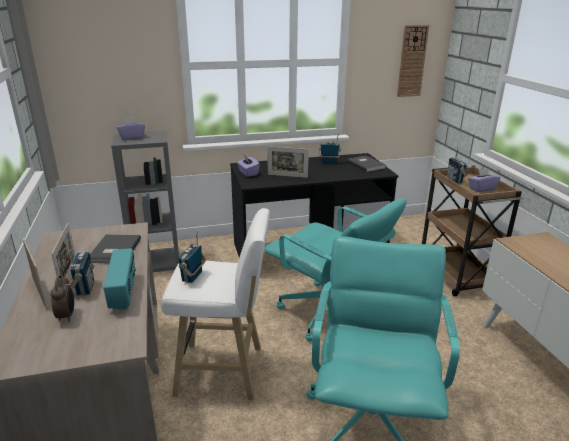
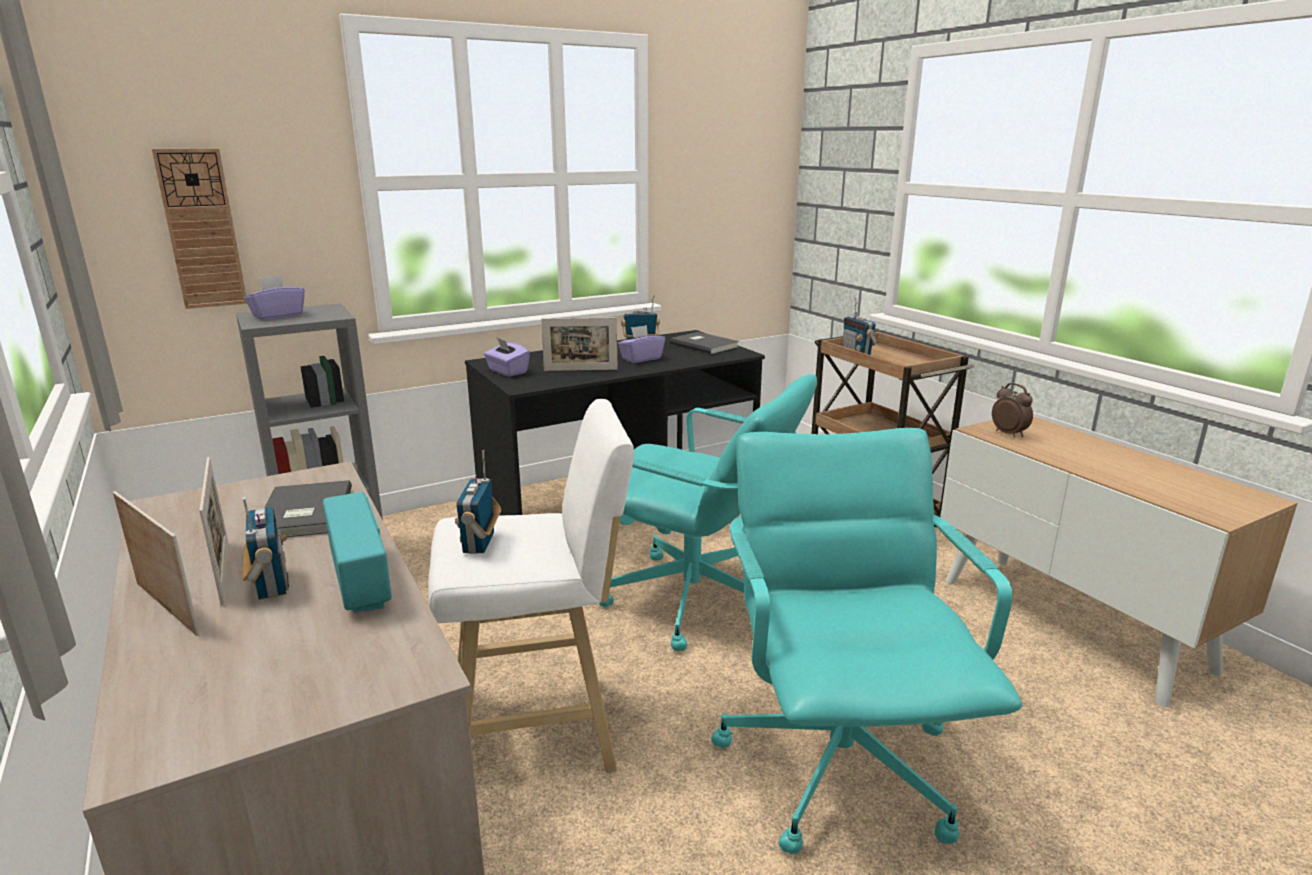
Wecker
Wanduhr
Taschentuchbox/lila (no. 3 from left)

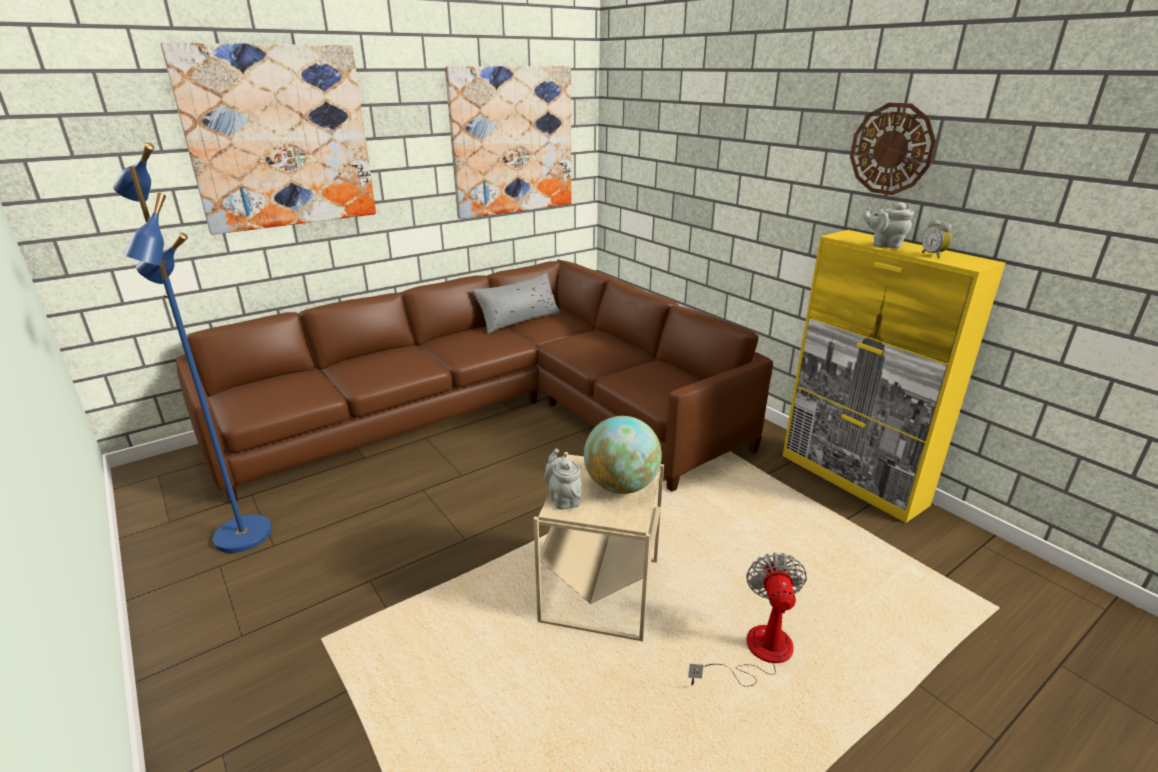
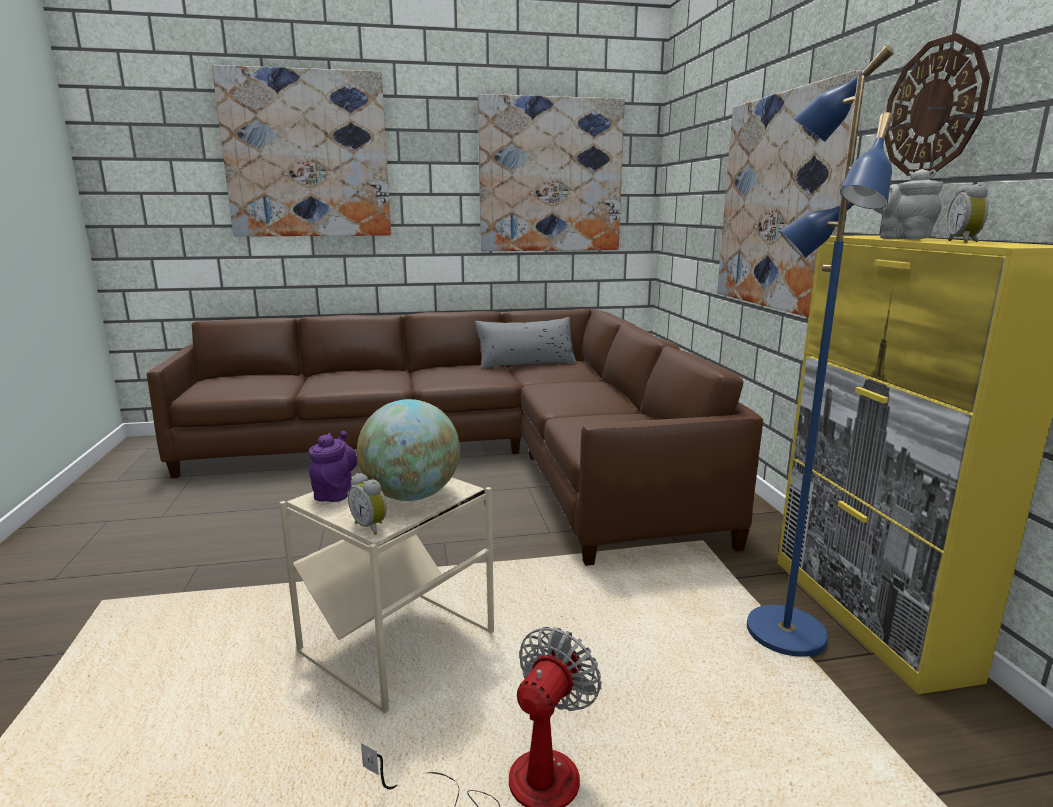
Wecker (no. 1 from left)
Bild (no. 3 from left)
Stehlampe/blau
Teekanne/lila

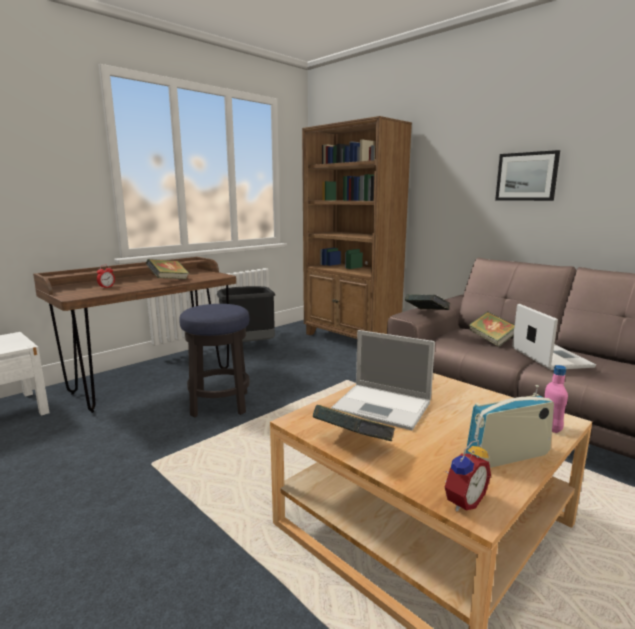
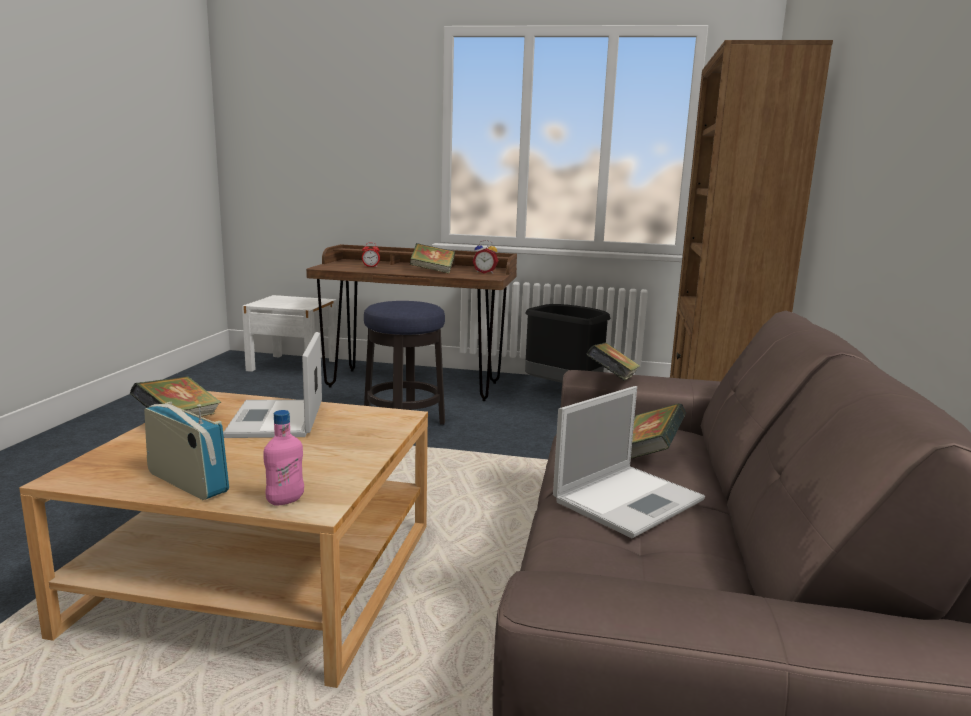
Bild
Wecker (no. 2 from left)

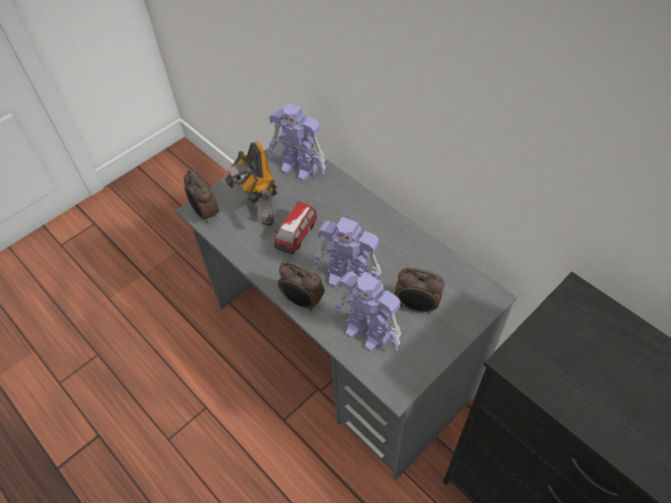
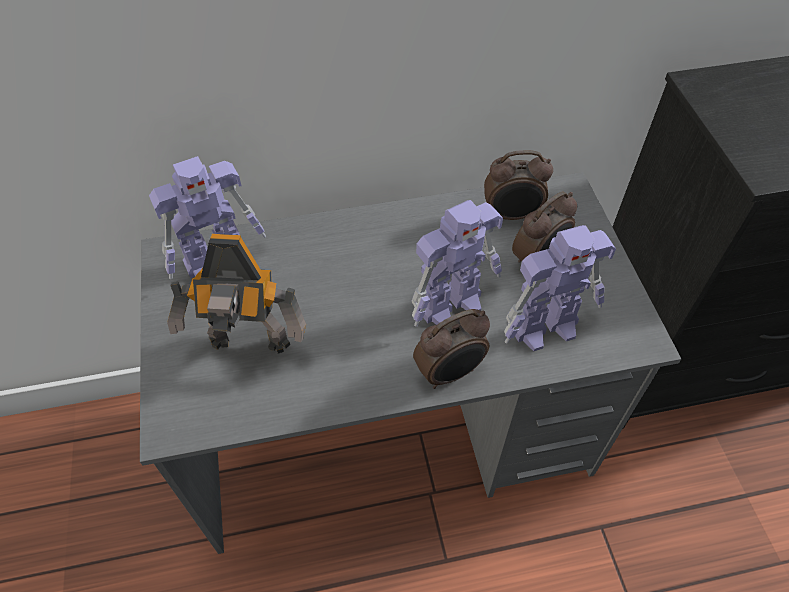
Spielzeugauto
Wecker (no. 2 from left)

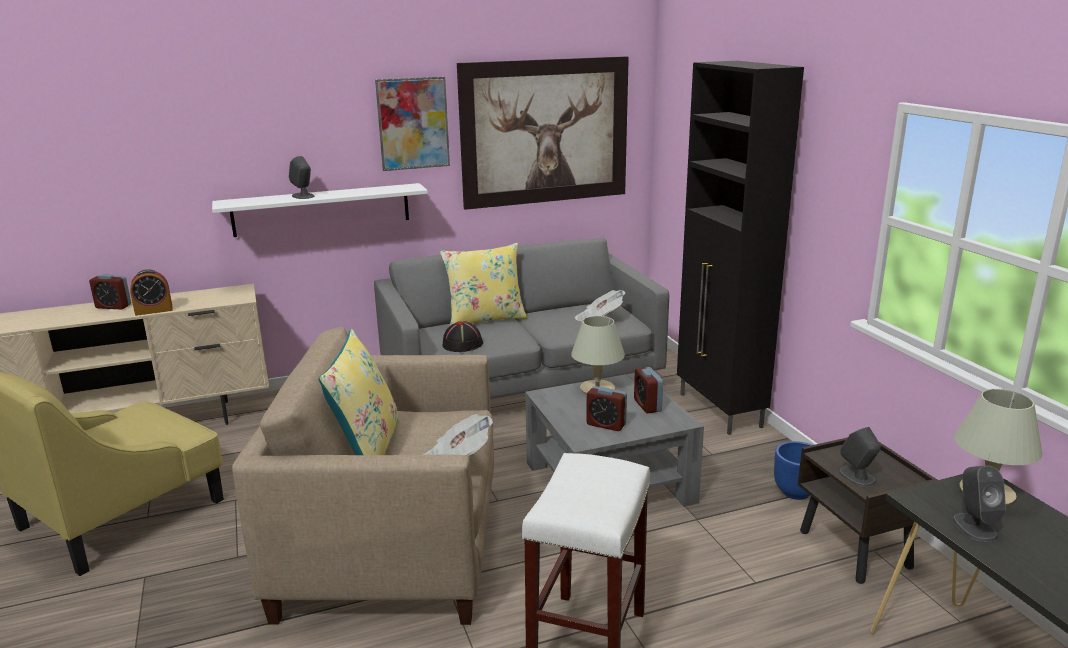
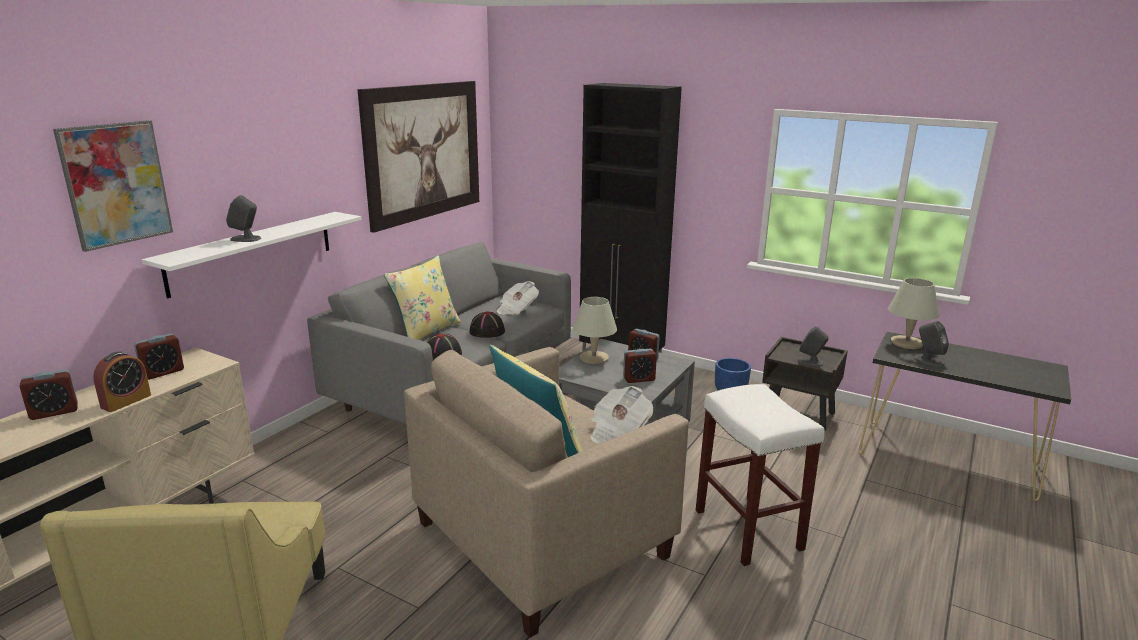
Wecker (no. 3 from left)
Hut/schwarz (no. 2 from left)
Bild (no. 1 from left)

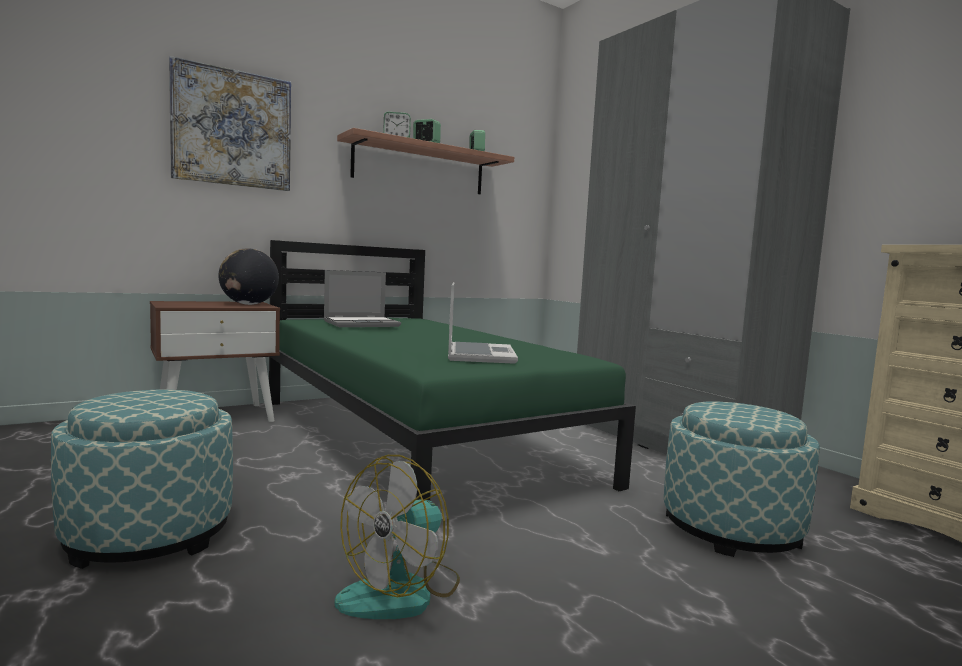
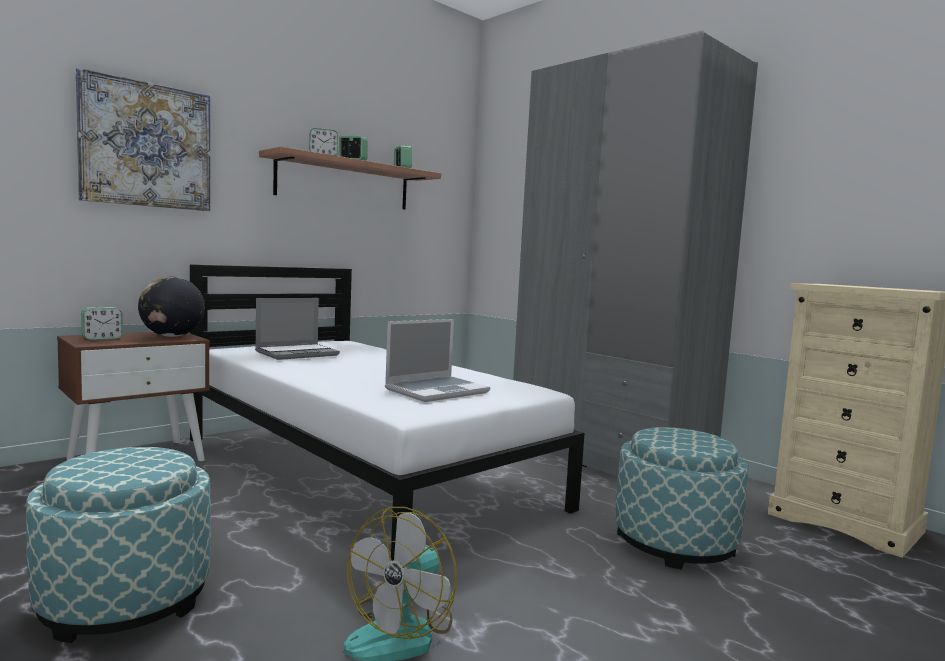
Wecker (no. 1 from left)
Bett/weiß
Laptop (no. 2 from left)

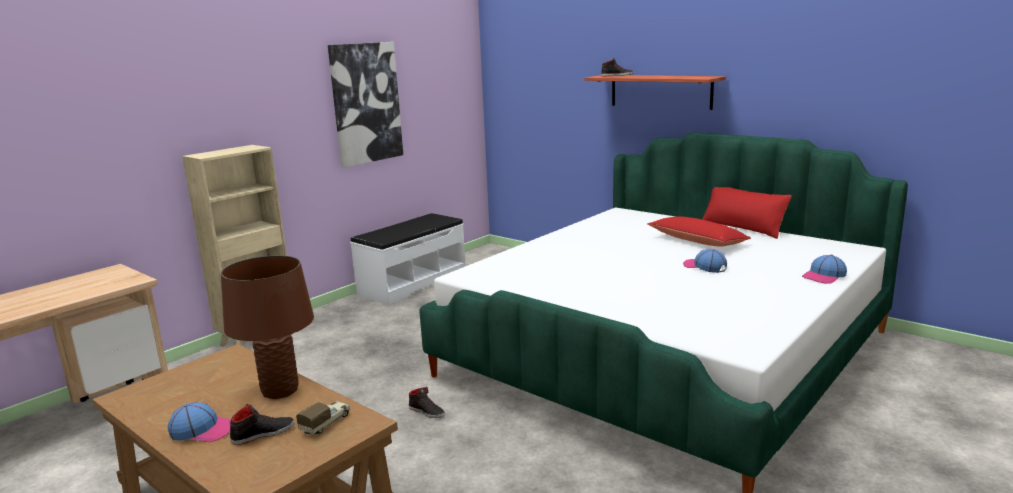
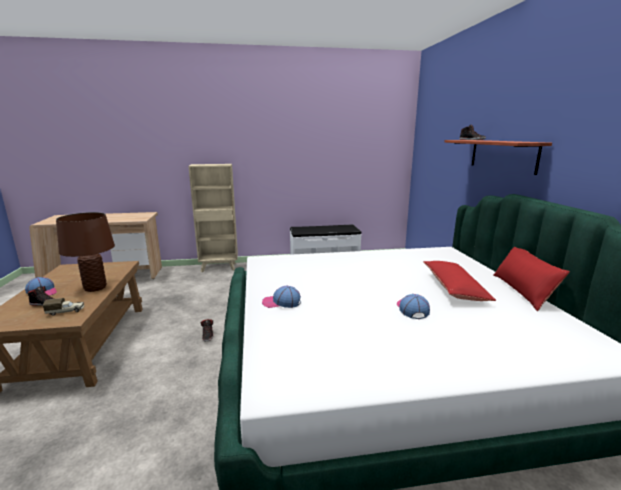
Bild
Kappe (no. 2 from left)

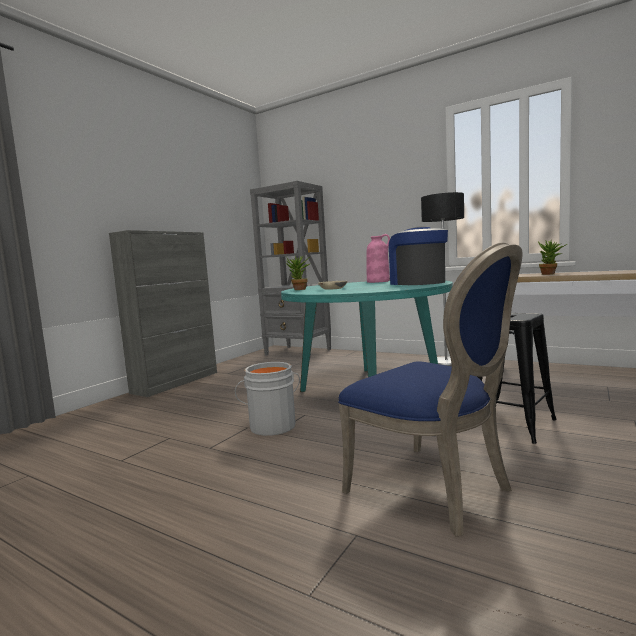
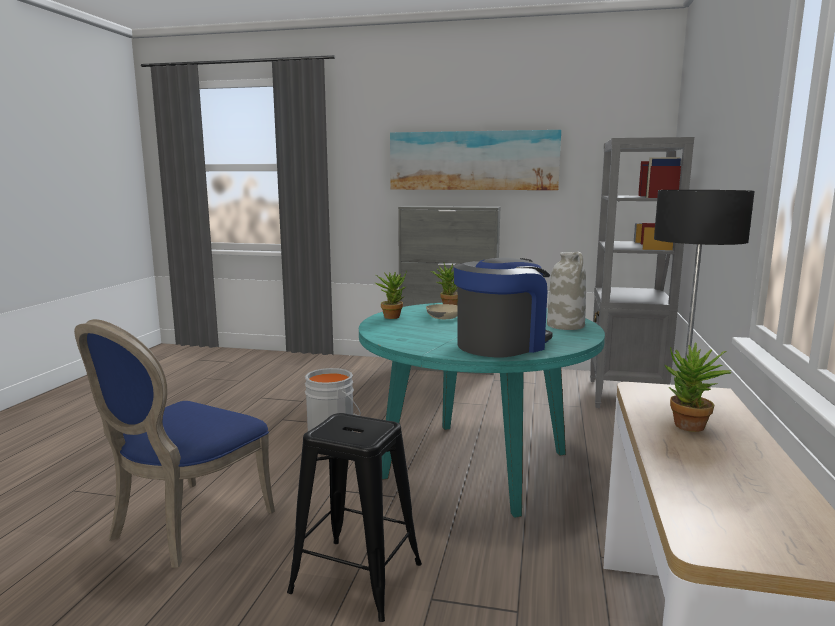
Topfpflanze (no. 1 from left)
Bild
Vase/weiß

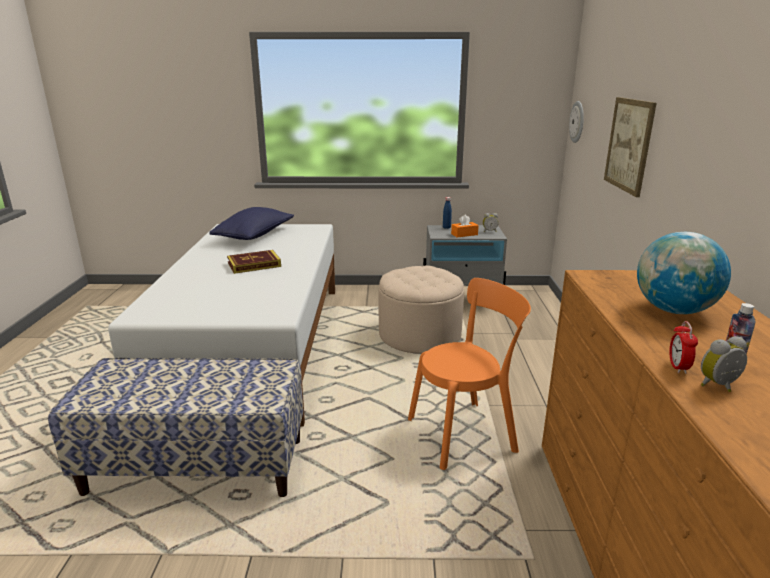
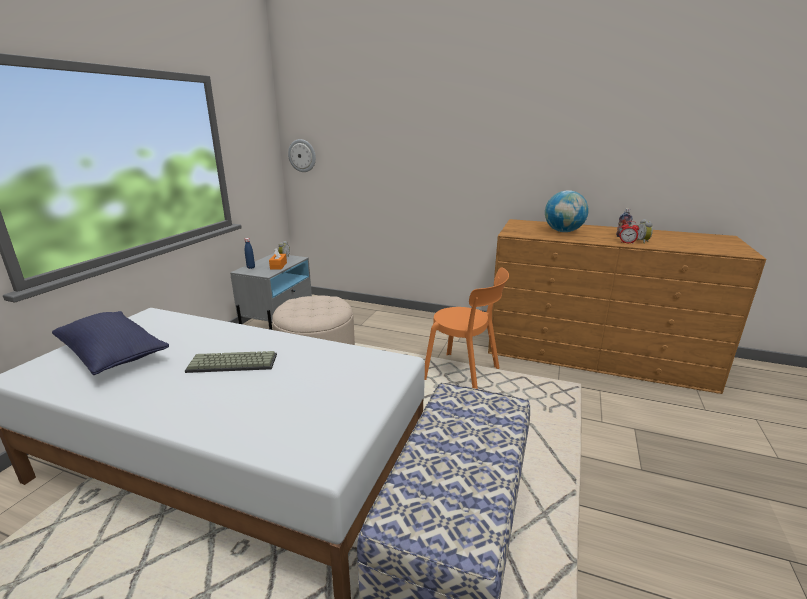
Bild
Tastatur
Stuhl/orange

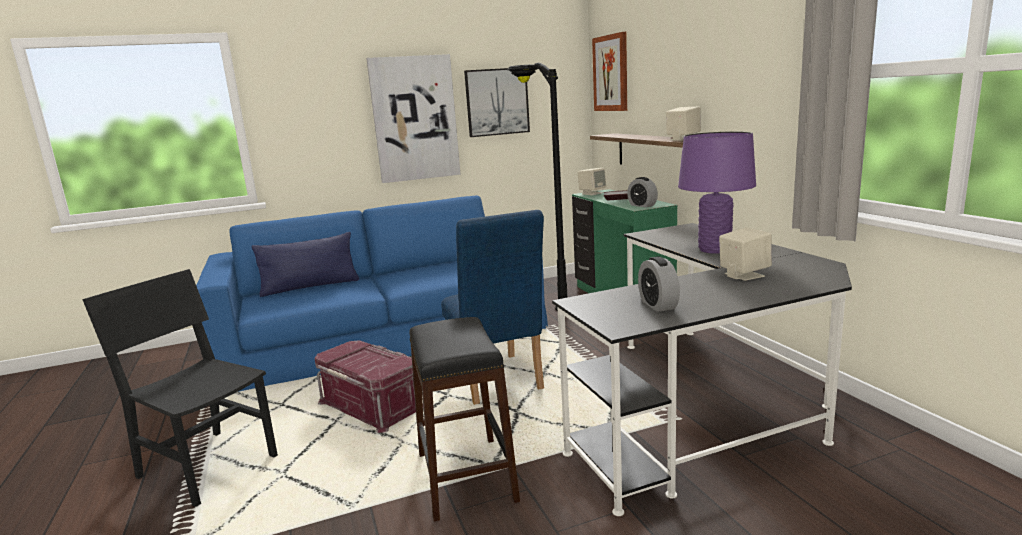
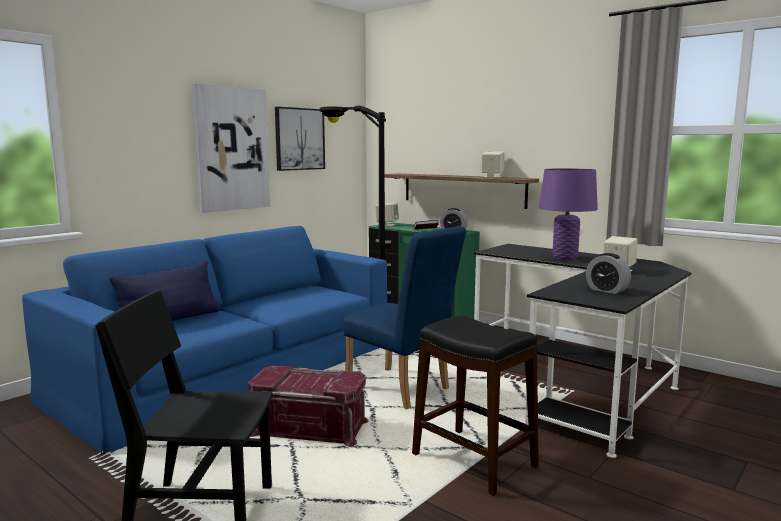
Bild (no. 3 from left in the first image)

